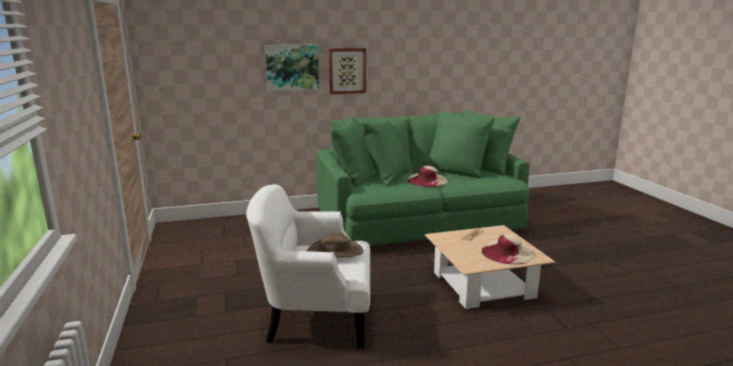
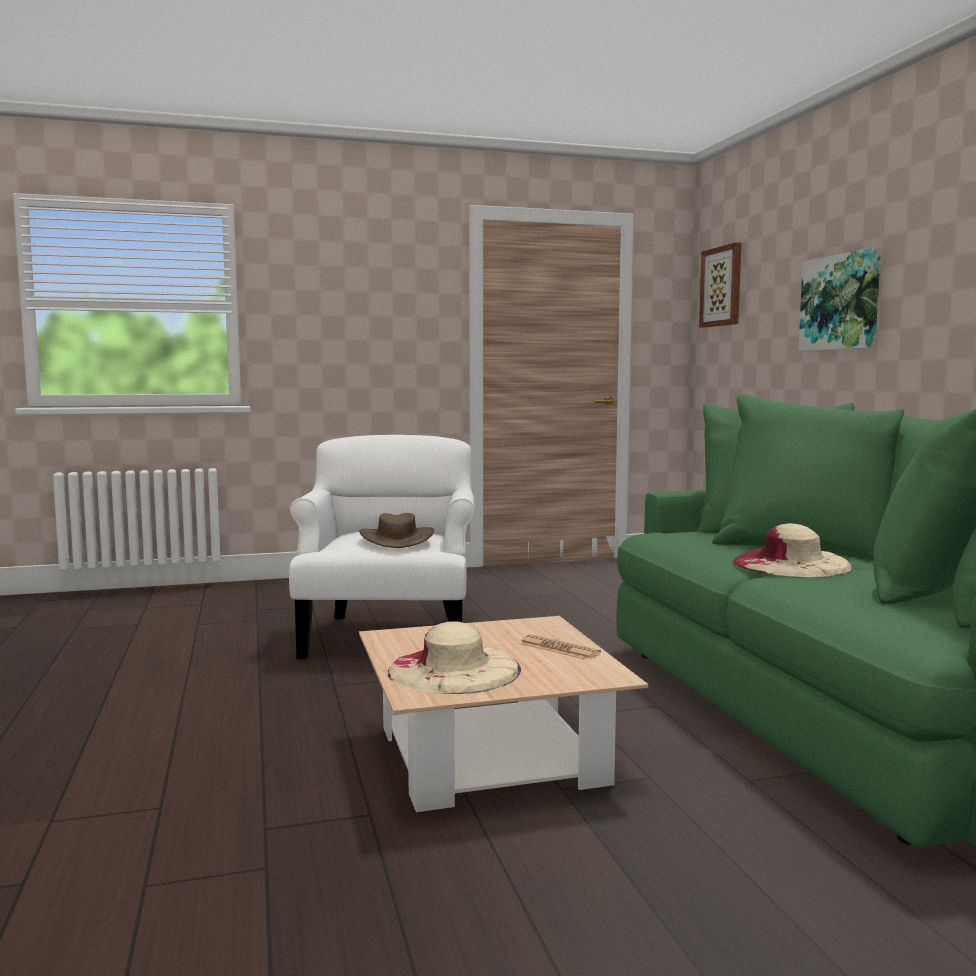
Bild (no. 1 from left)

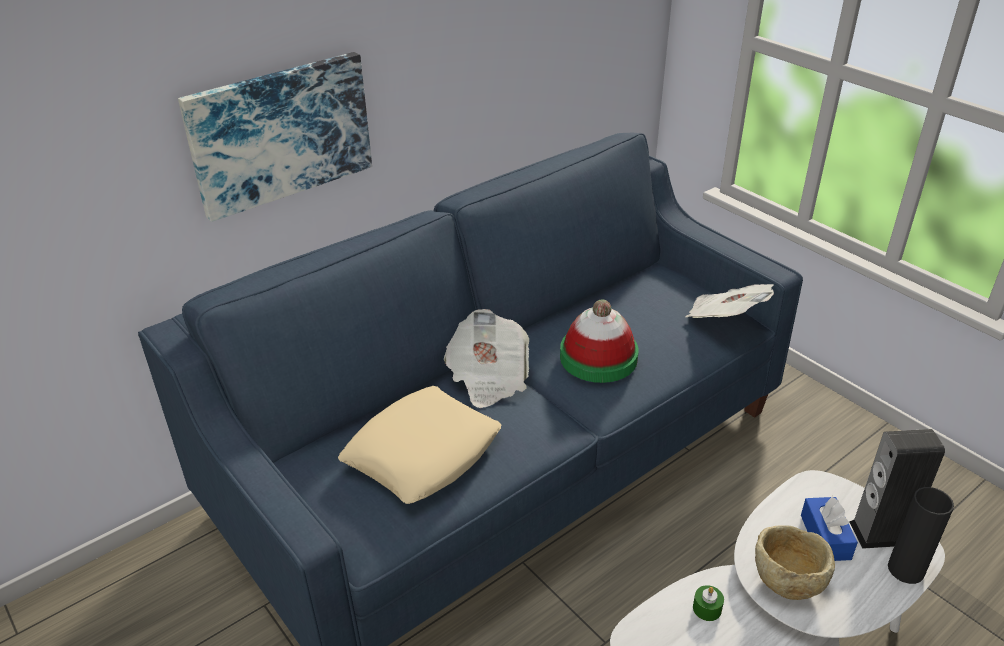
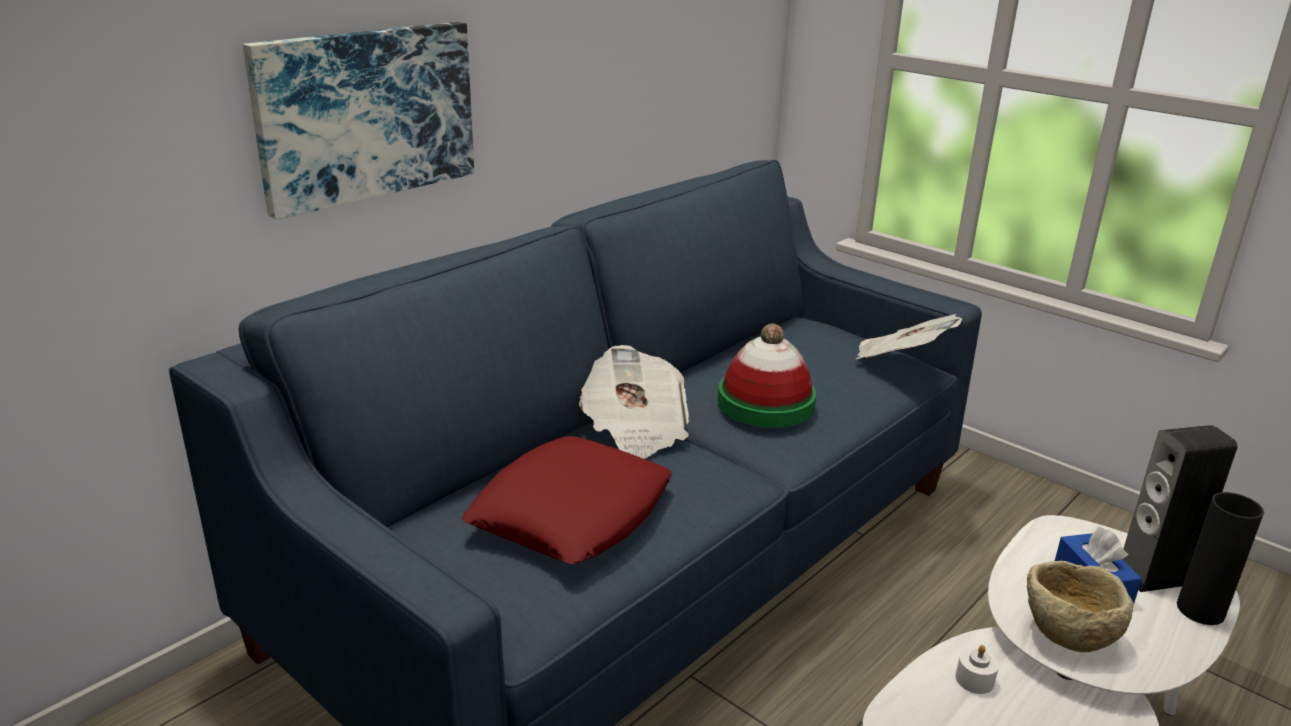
Kissen/rot
Kerze/weiß

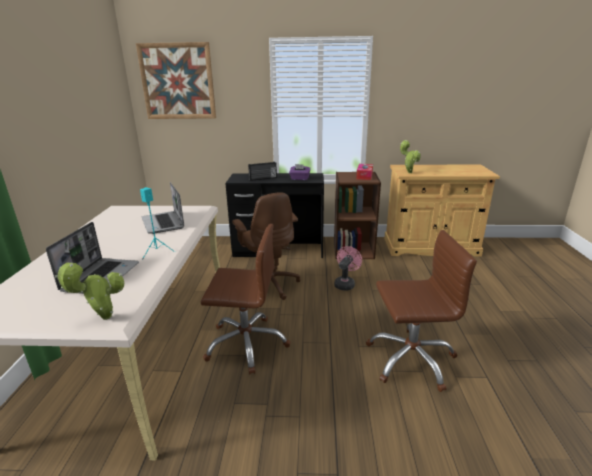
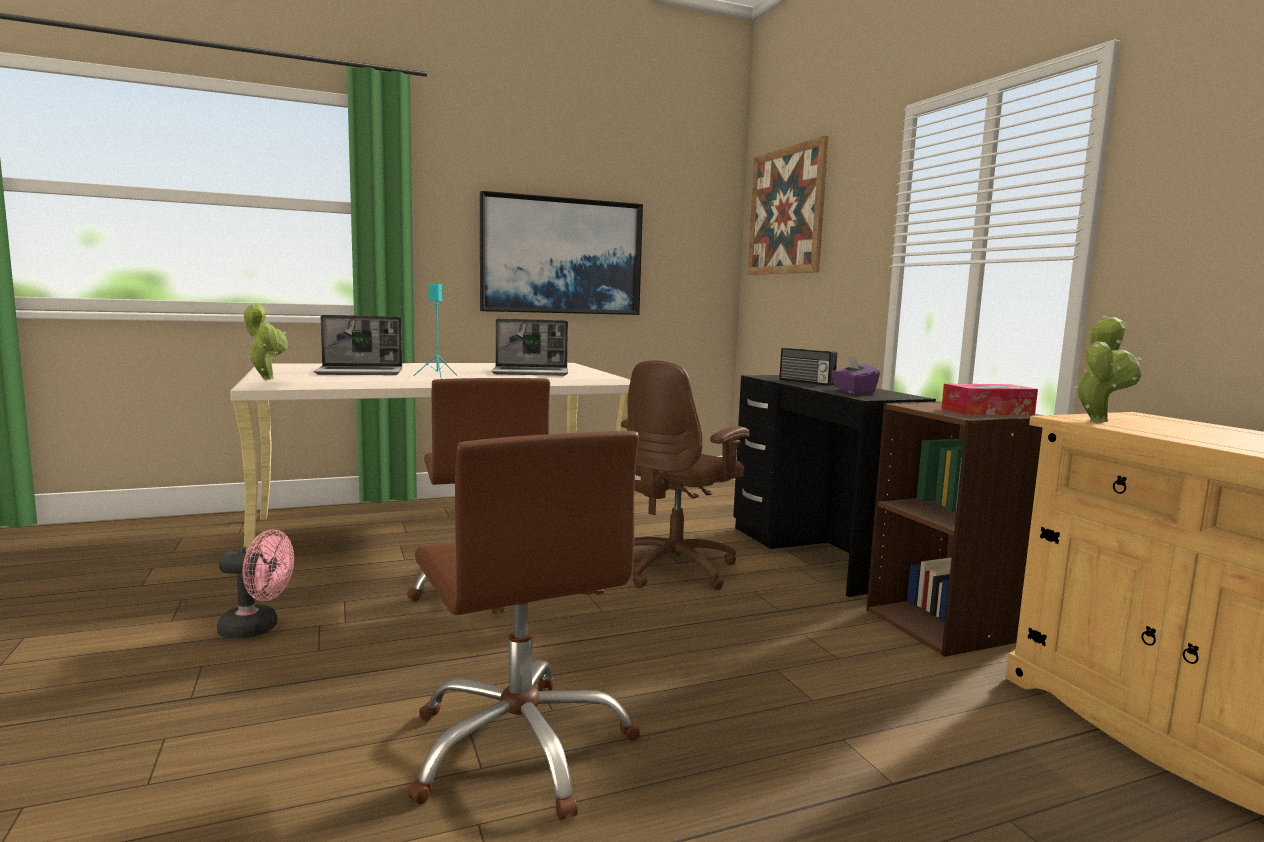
Bild (no. 1 from left)
Ventilator/rosa
Laptop (no. 2 from left)

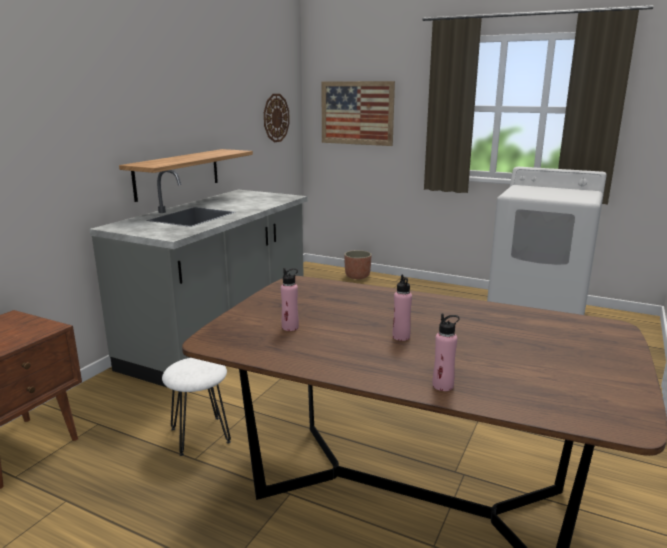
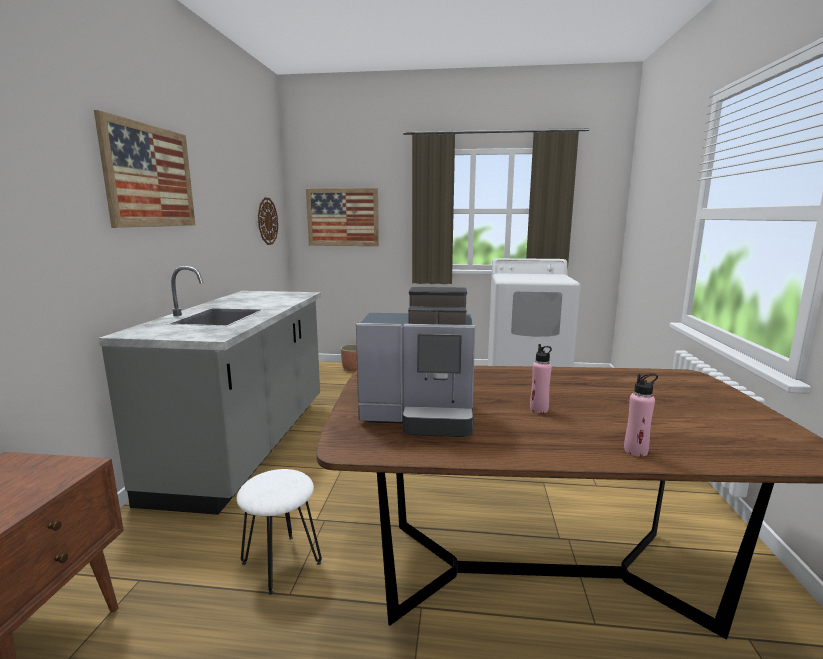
Wandregal
Bild (no. 1 from left)
Kaffeemaschine

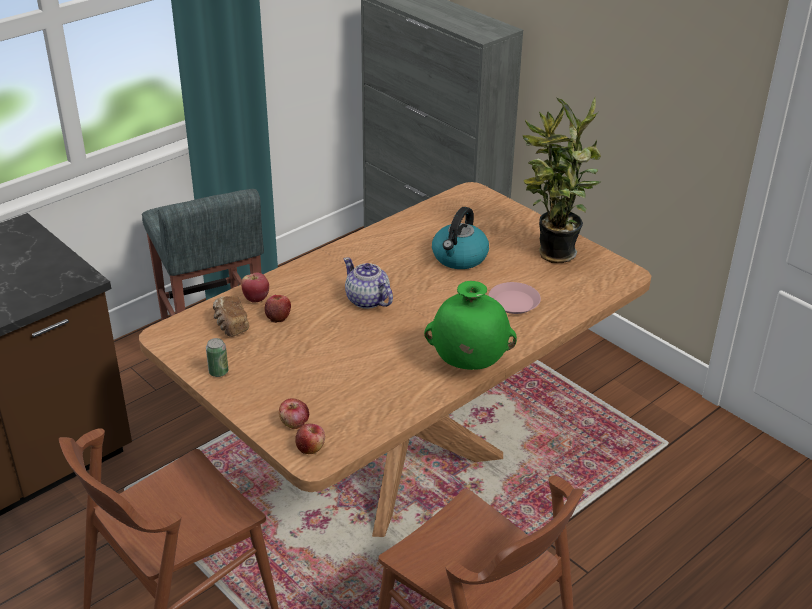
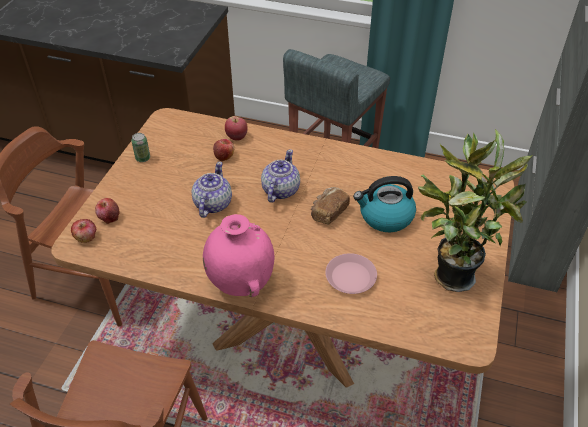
Teekanne (no. 1 from left)
Brot
Vase/rosa

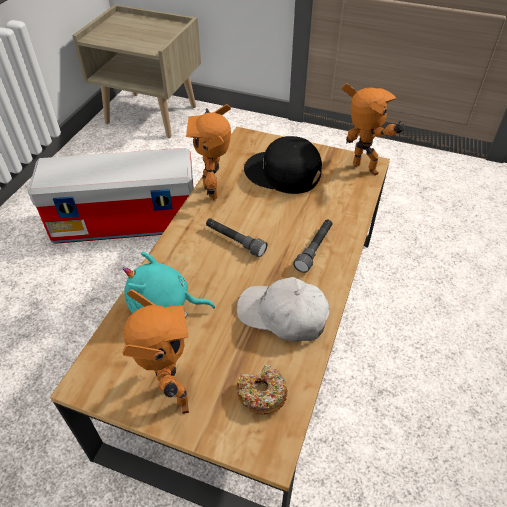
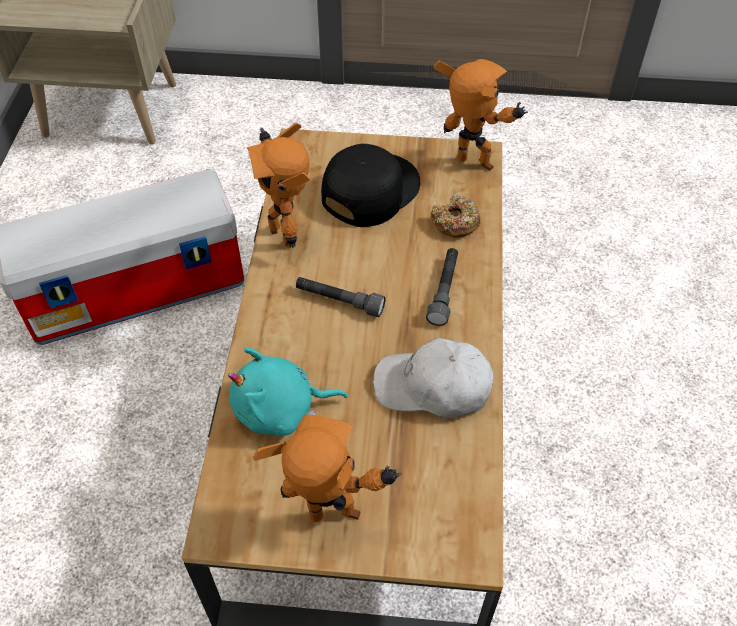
Donut
Spielzeugroboter (no. 2 from left)
Kappe/schwarz

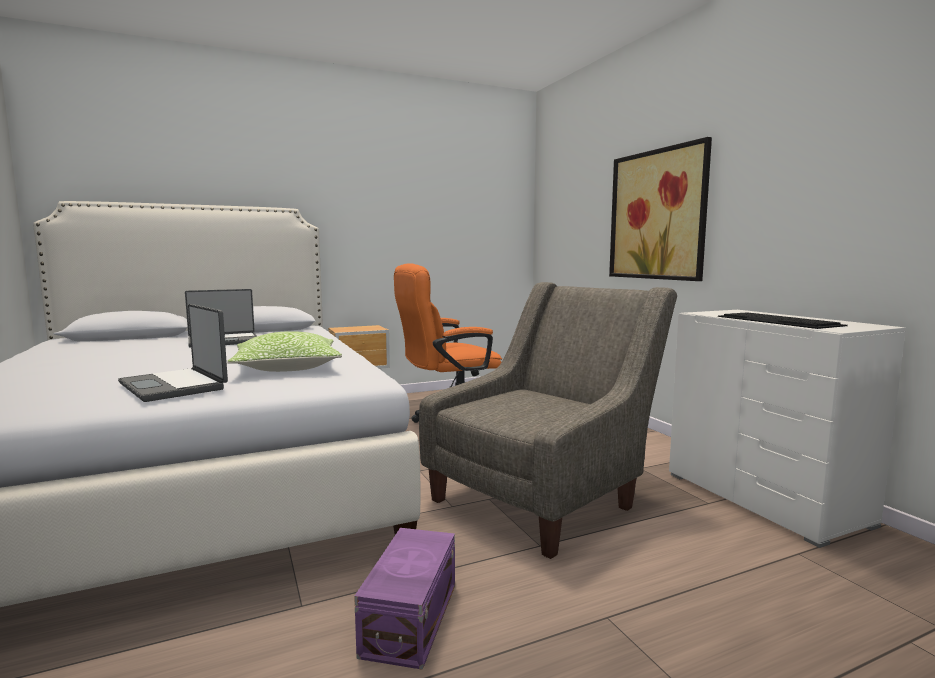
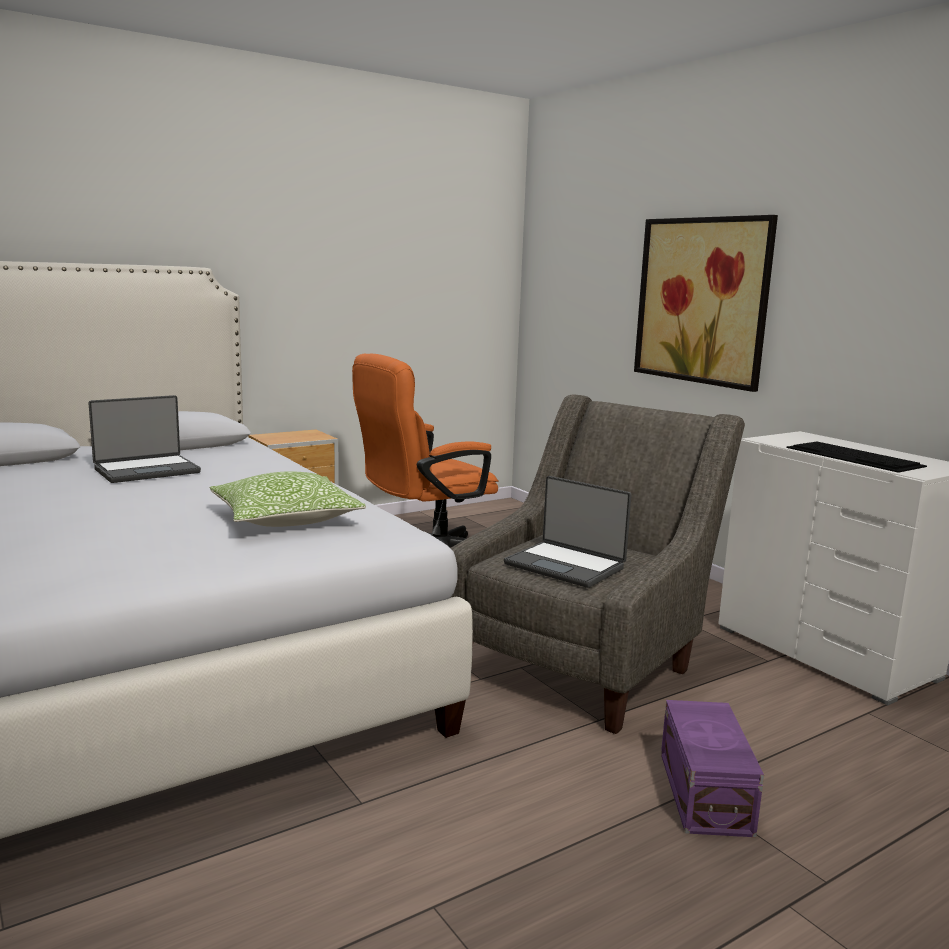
Laptop (no. 2 from left)
Aufbewahrungsbox/lila

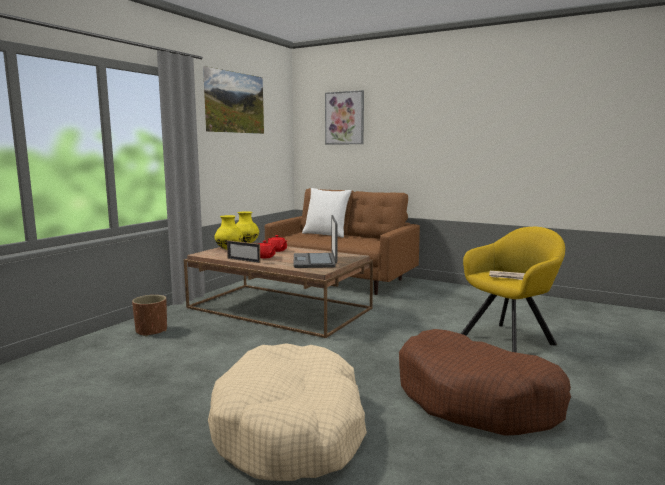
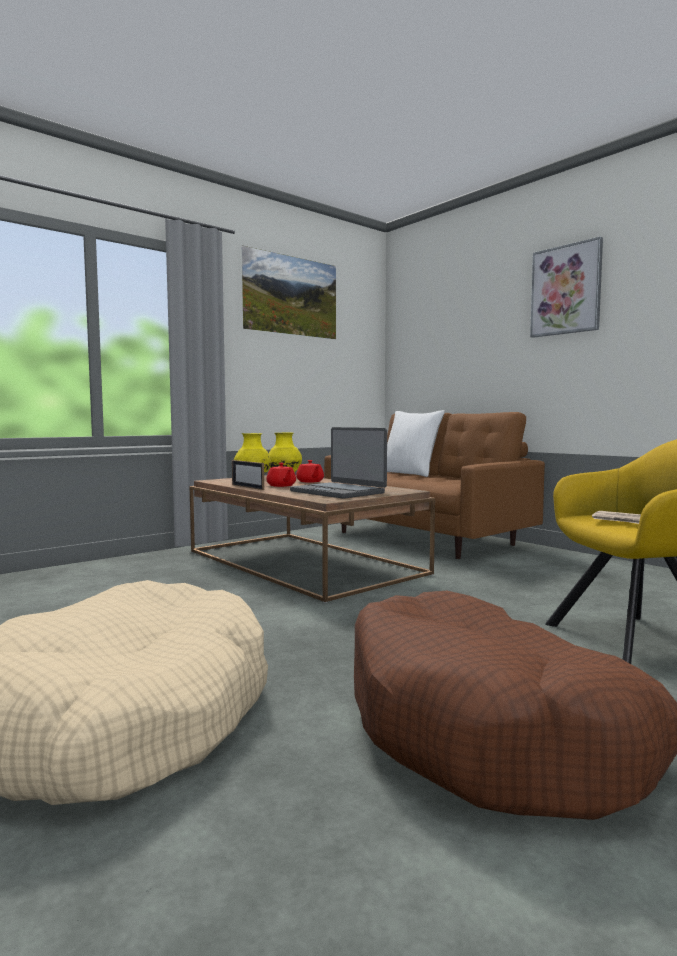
Pflanzkübel/braun
Bild (no. 2 from left)
Laptop

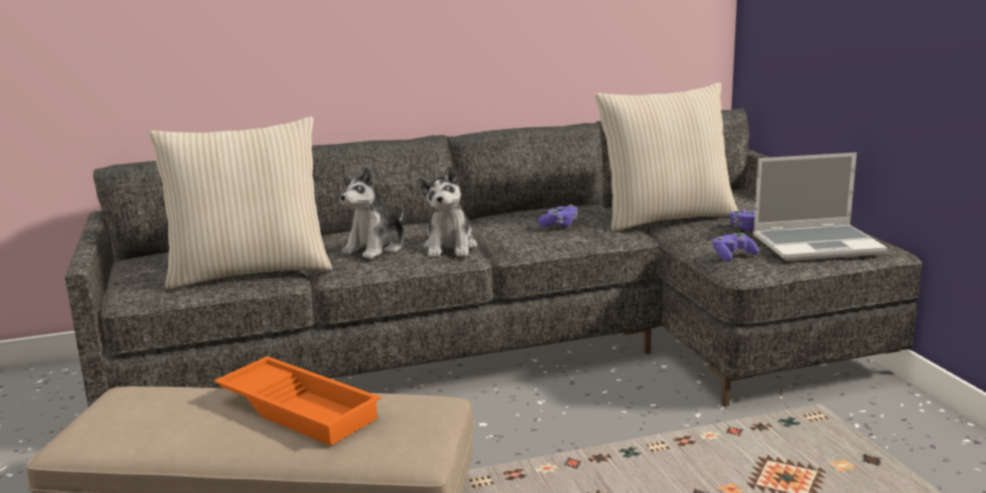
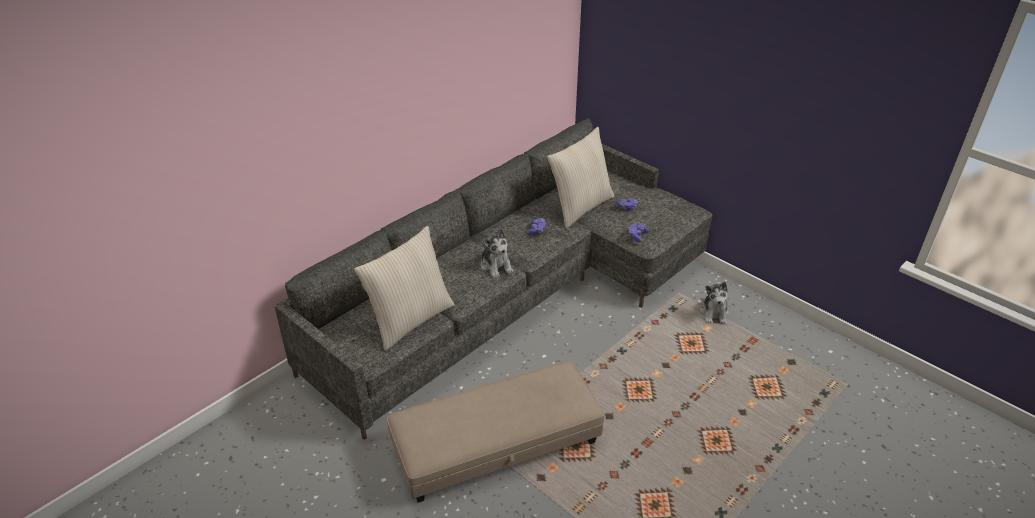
Tablett/orange
Laptop
Plüschtier (no. 2 from left)

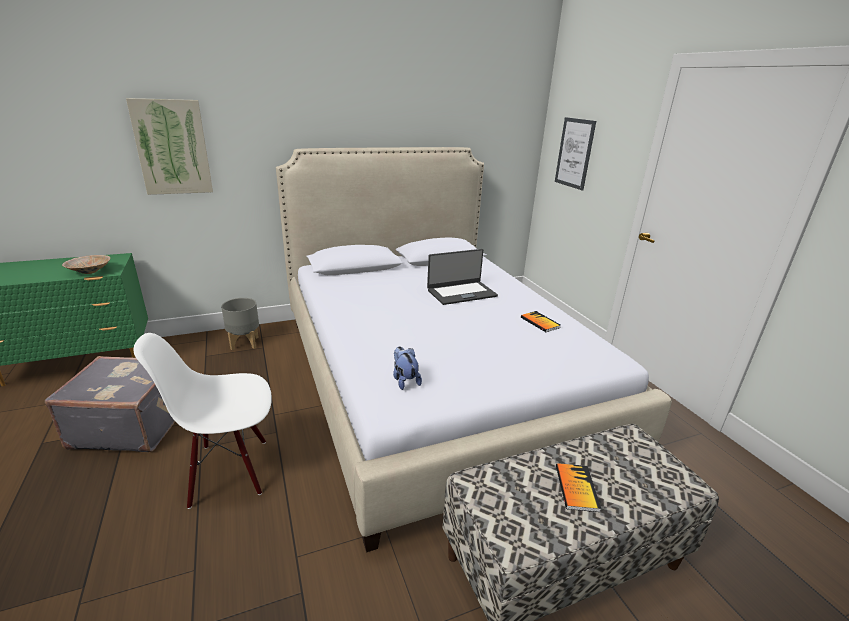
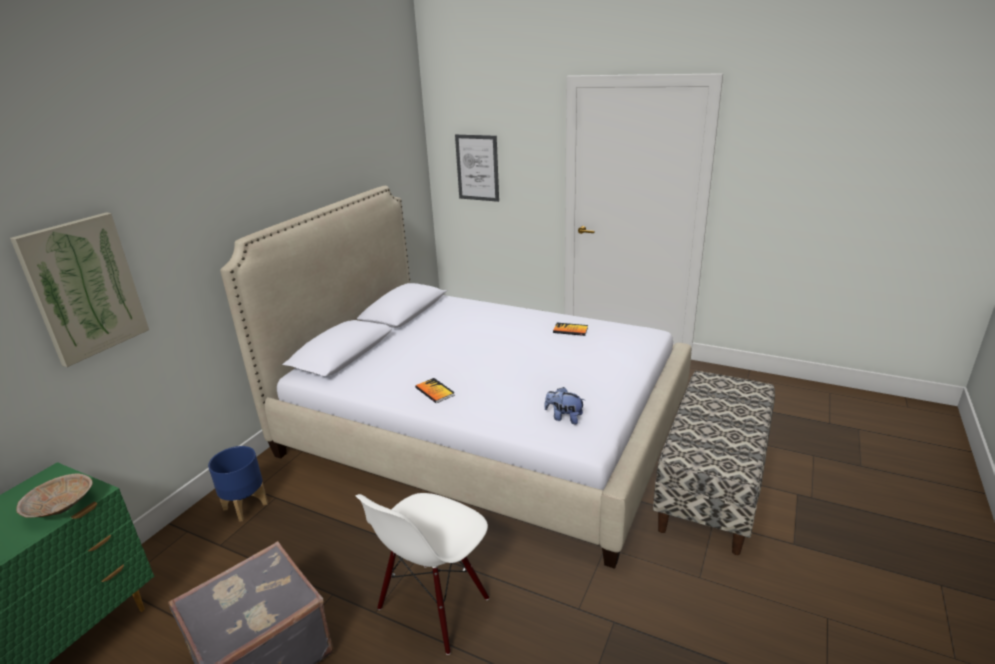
Laptop
Buch (no. 1 from left)
Pflanzkübel/blau

